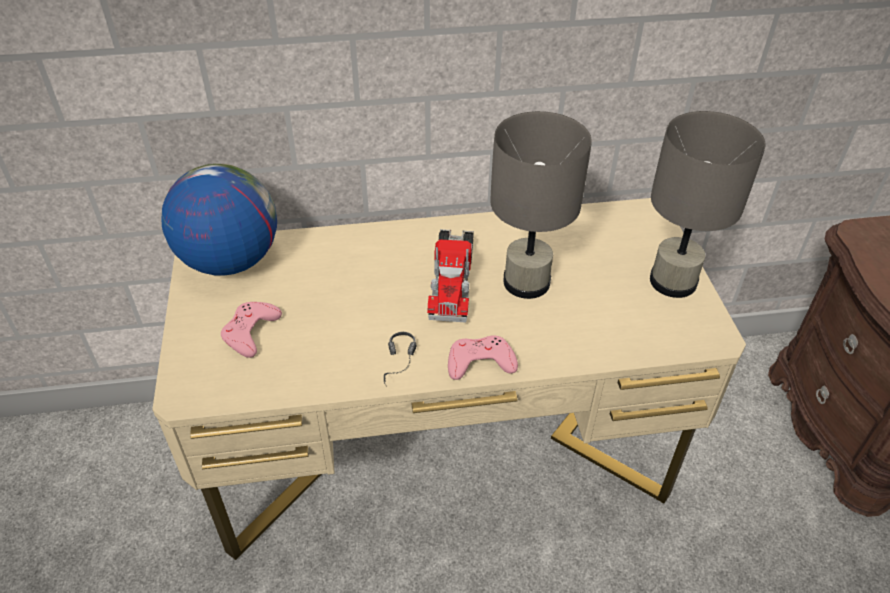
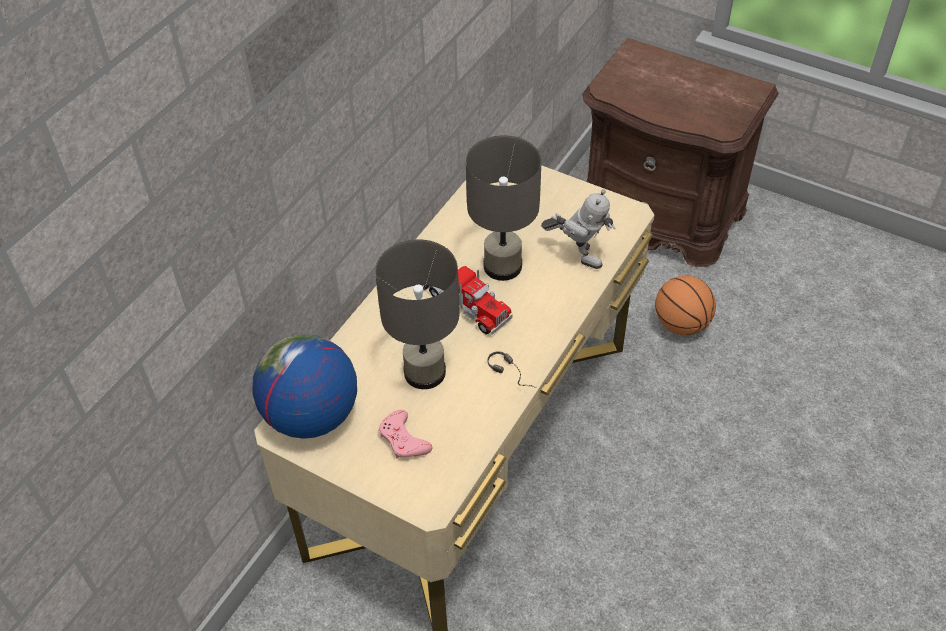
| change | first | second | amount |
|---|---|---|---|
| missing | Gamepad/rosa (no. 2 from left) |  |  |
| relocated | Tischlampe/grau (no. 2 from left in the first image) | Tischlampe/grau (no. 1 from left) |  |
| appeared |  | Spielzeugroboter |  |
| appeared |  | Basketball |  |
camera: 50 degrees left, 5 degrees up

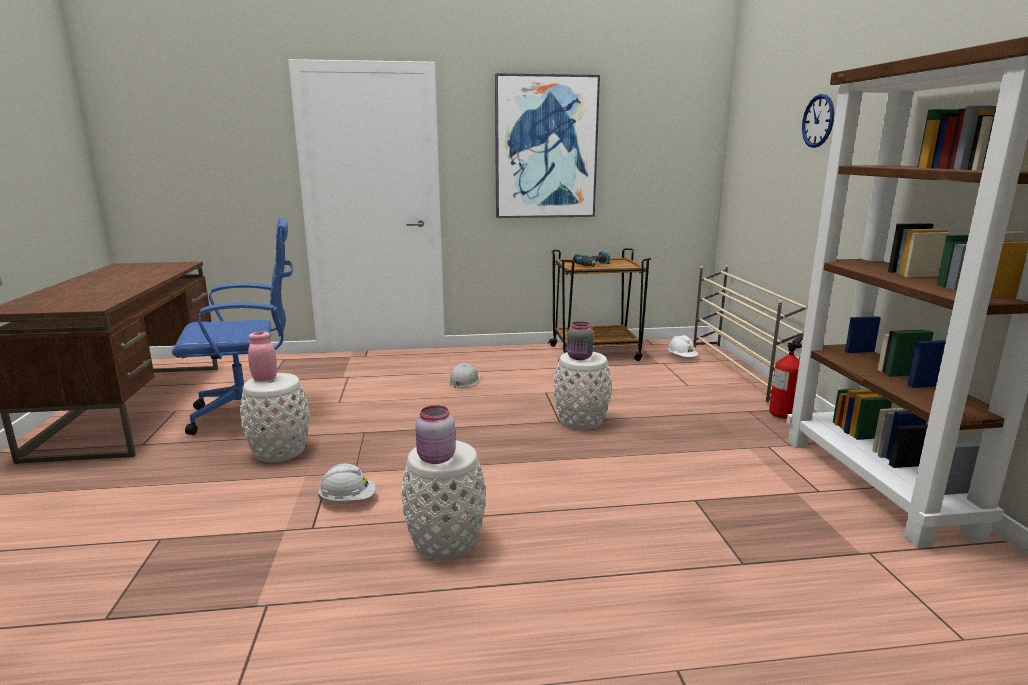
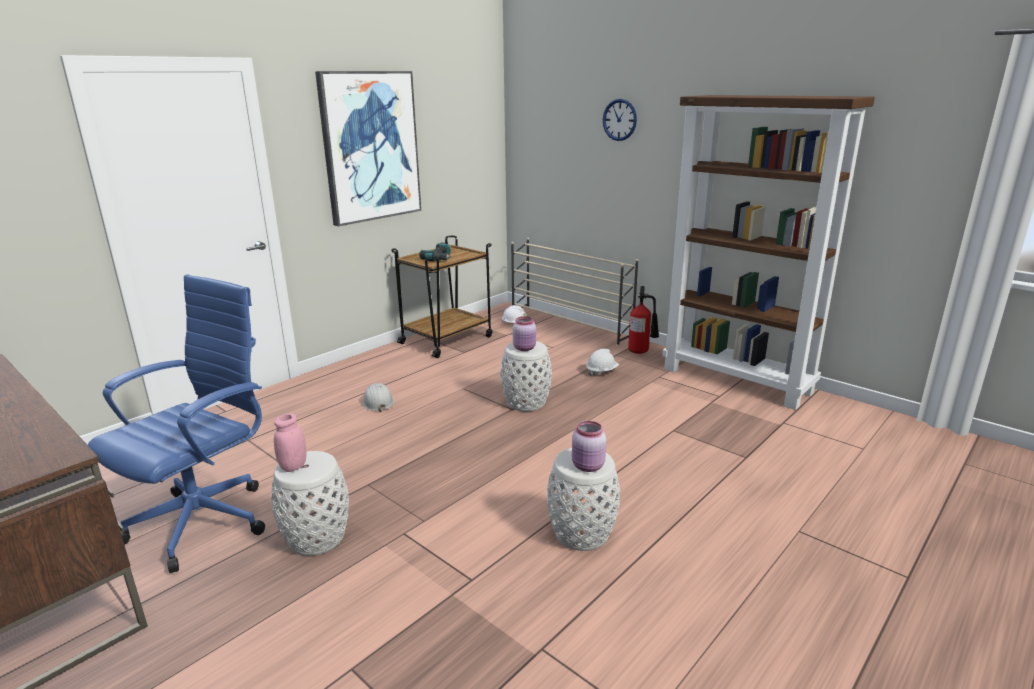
| change | first | second | amount |
|---|---|---|---|
| relocated | Schutzhelm/weiß (no. 1 from left in the first image) | Schutzhelm/weiß (no. 3 from left) |  |
| colour | Vorratsglas/grau | Vorratsglas/rosa (no. 2 from left) |  |
camera: 40 degrees left, 5 degrees up

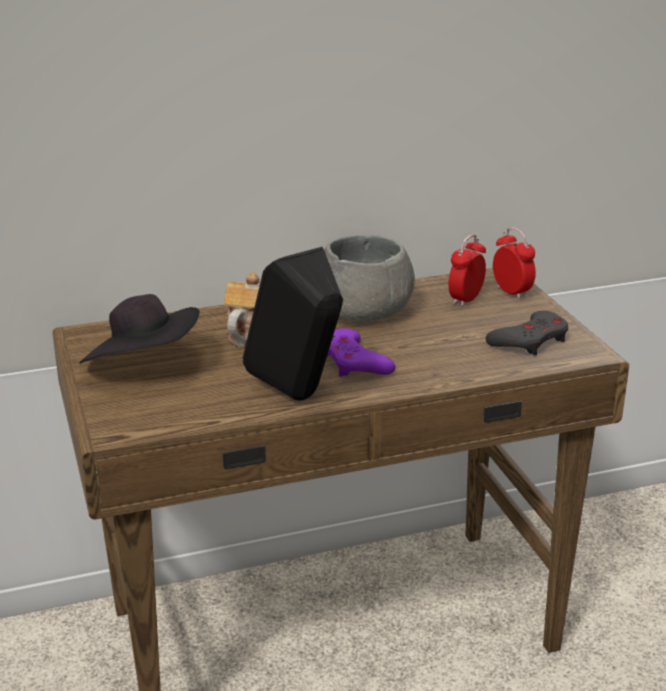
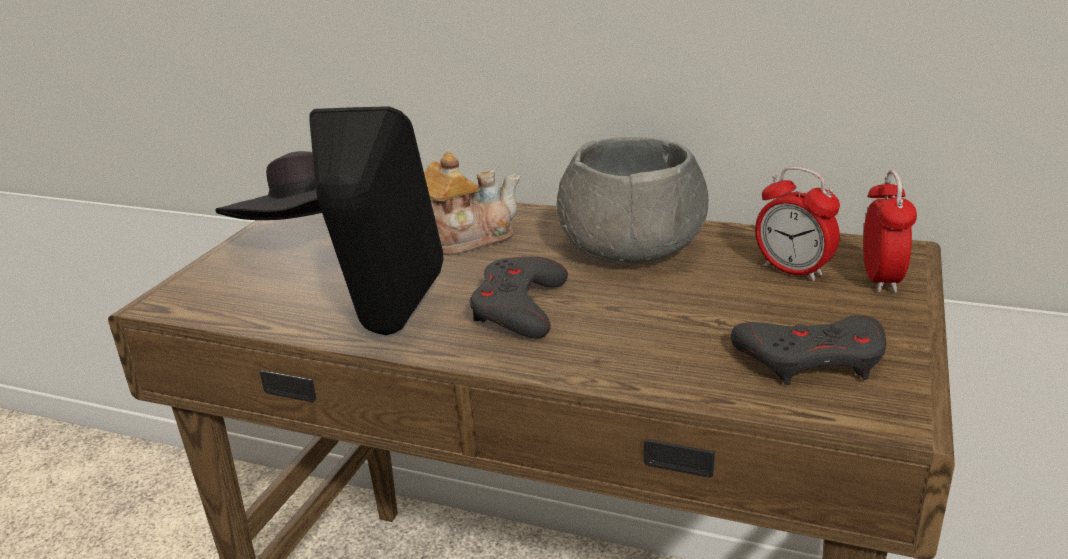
| change | first | second | amount |
|---|---|---|---|
| colour | Gamepad/lila | Gamepad/grau (no. 1 from left) |  |
| spun | Wecker (no. 1 from left) |  | 120 degrees counterclockwise |
camera: 40 degrees right, 0 degrees up

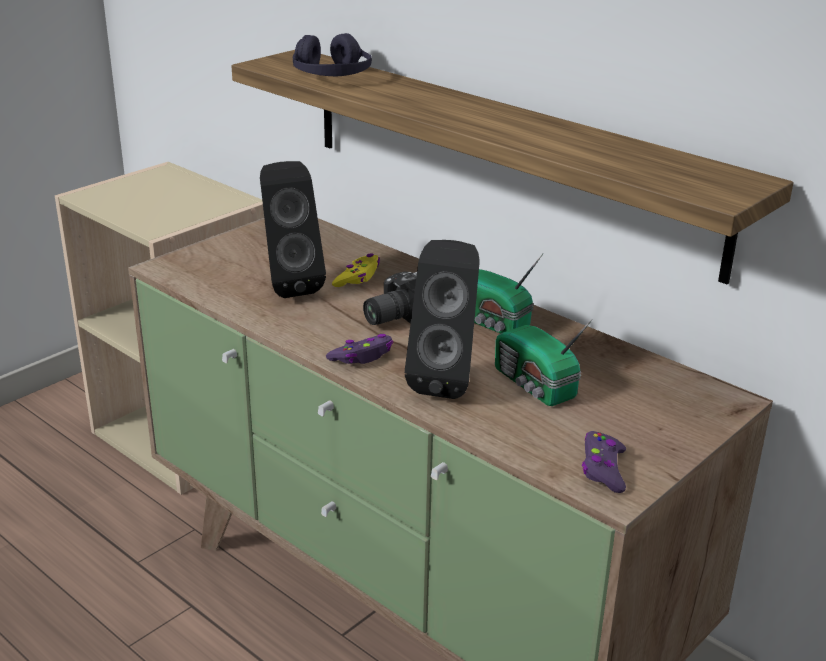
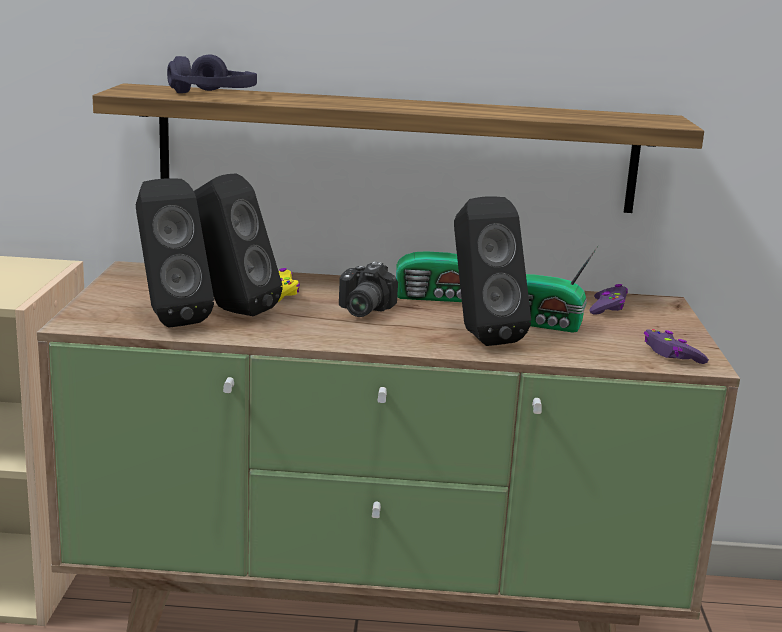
| change | first | second | amount |
|---|---|---|---|
| relocated | Gamepad/lila (no. 1 from left) |  |  |
| appeared |  | Lautsprecher/schwarz (no. 1 from left) |  |
camera: 40 degrees left, 10 degrees down

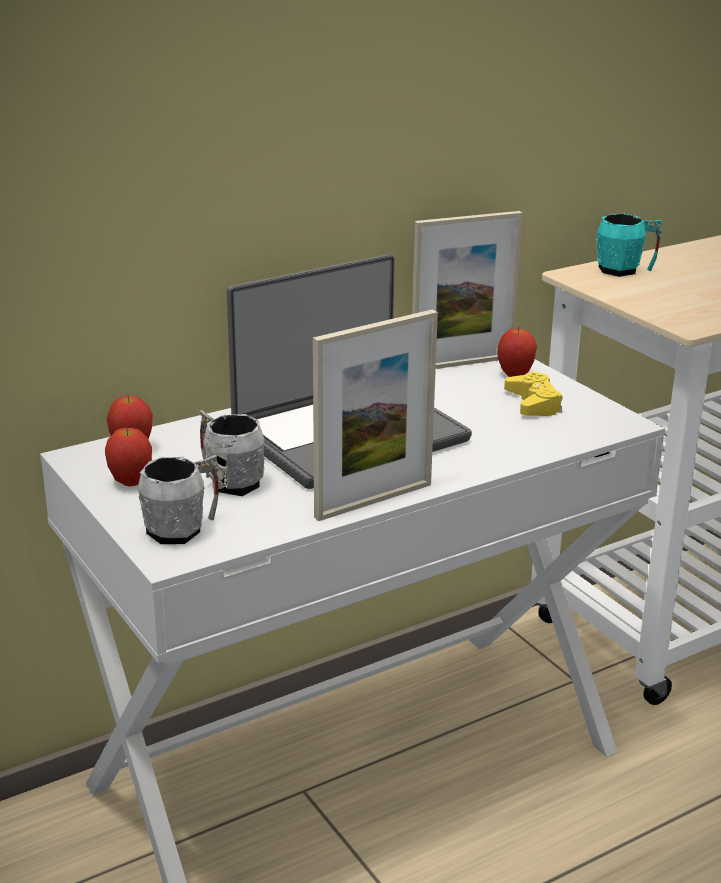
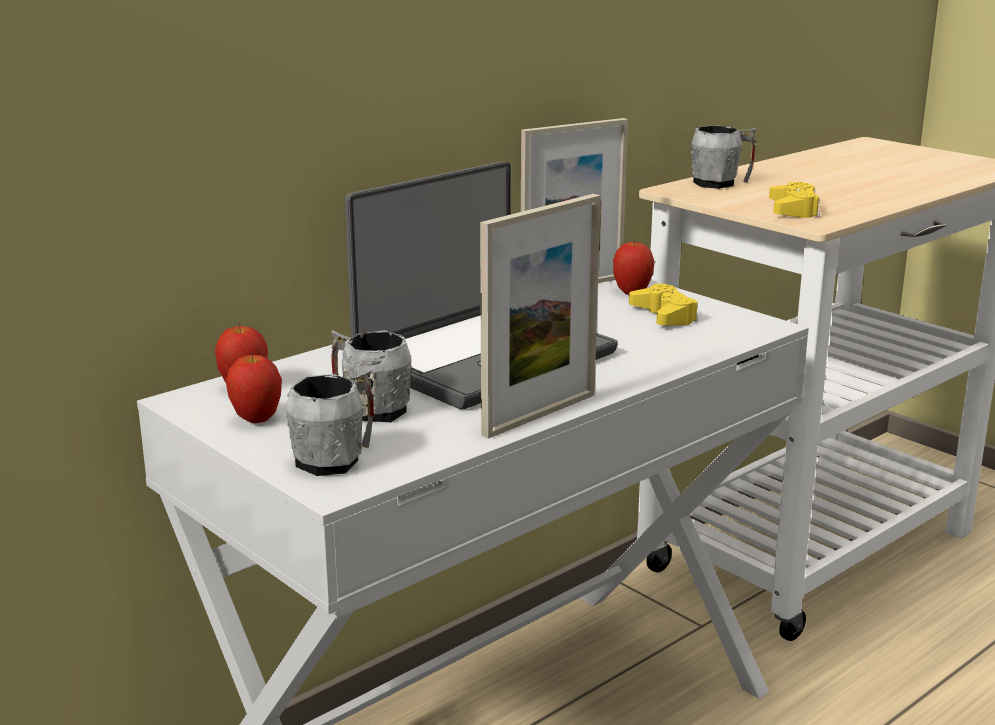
| change | first | second | amount |
|---|---|---|---|
| colour | Henkelbecher/türkis | Henkelbecher/grau (no. 3 from left) |  |
| appeared |  | Gamepad/gelb (no. 2 from left) |  |
camera: 10 degrees left, 5 degrees down

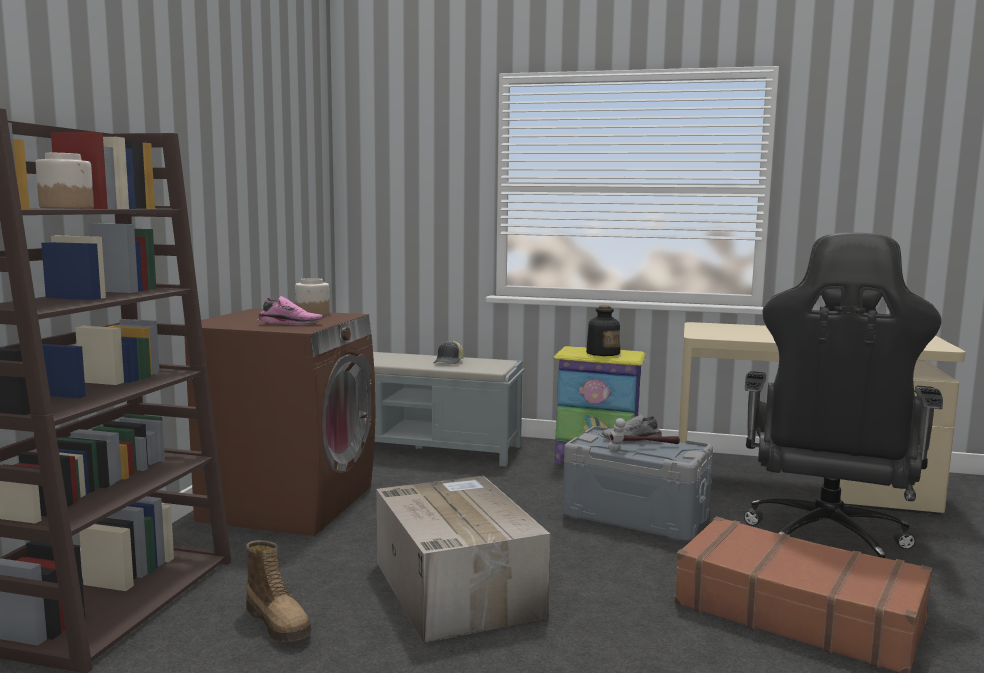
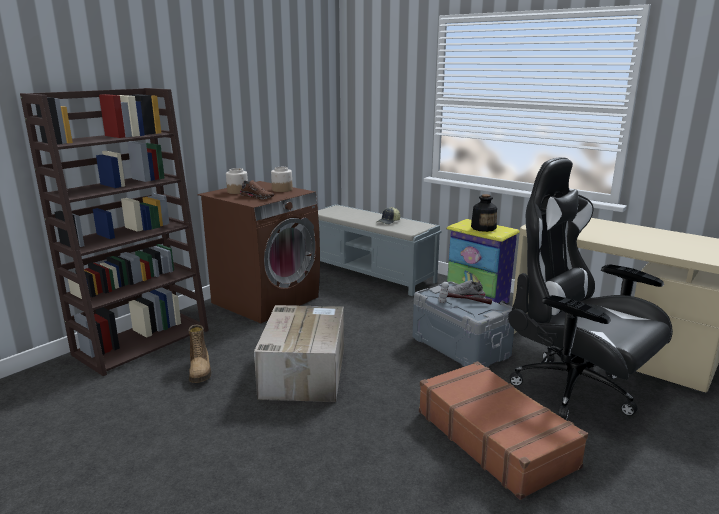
| change | first | second | amount |
|---|---|---|---|
| relocated | Vorratsglas (no. 1 from left) |  |  |
| colour | Schuh/rosa | Schuh/braun |  |
| spun | Bürostuhl/schwarz |  | 90 degrees clockwise |
camera: 25 degrees right, 10 degrees up

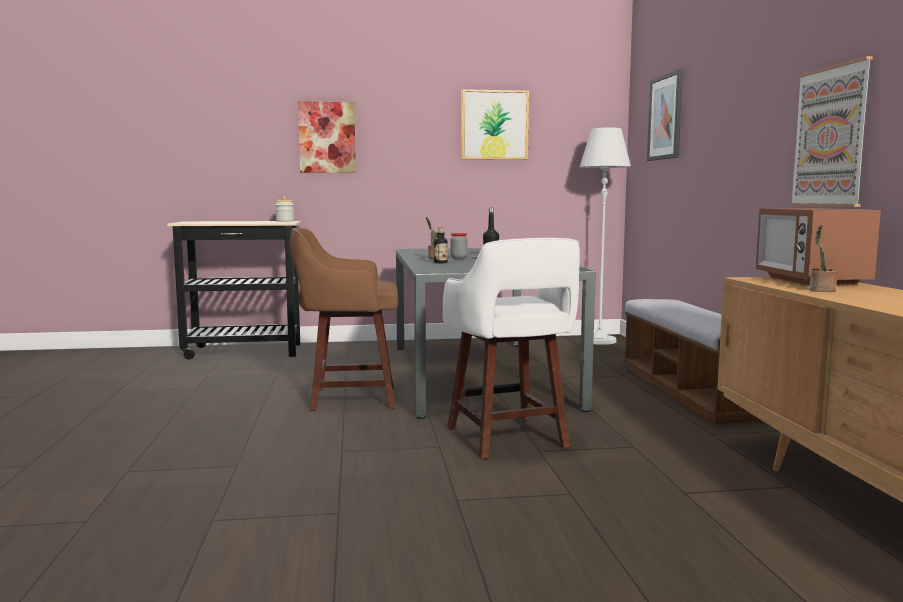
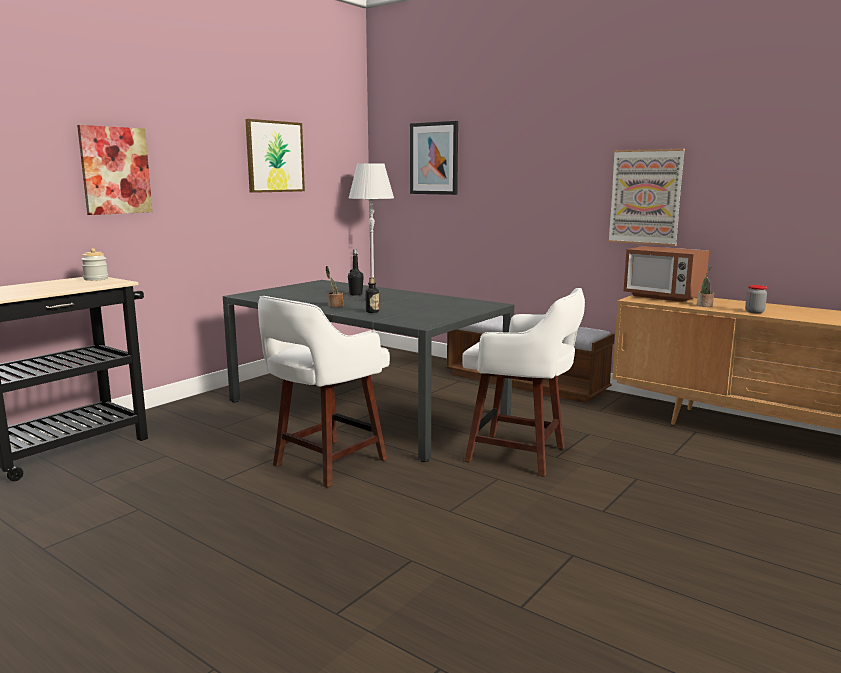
| change | first | second | amount |
|---|---|---|---|
| colour | Hocker/braun | Hocker/weiß (no. 1 from left) |  |
| relocated | Vorratsglas (no. 2 from left) |  |  |
camera: 45 degrees left, 5 degrees up

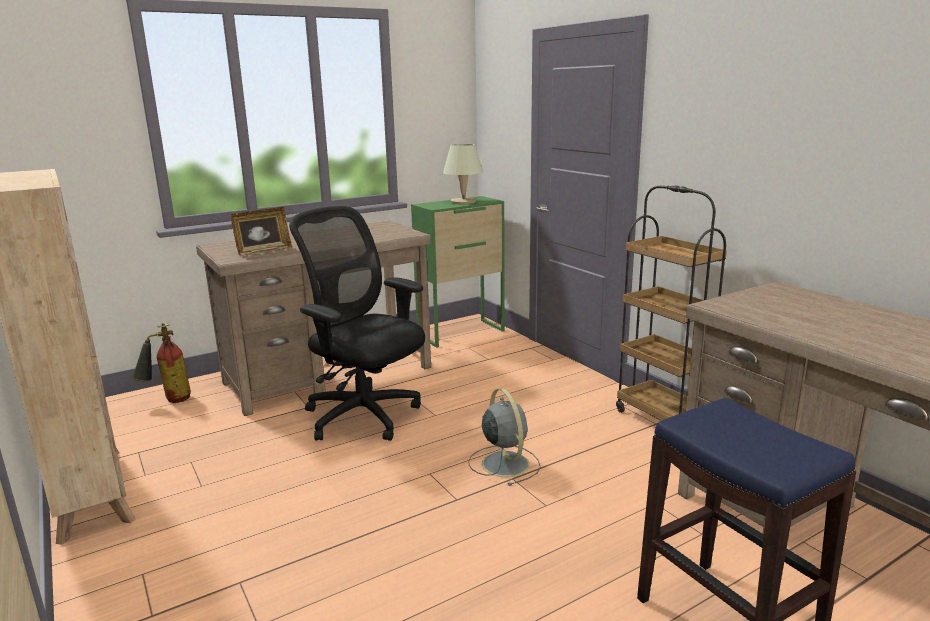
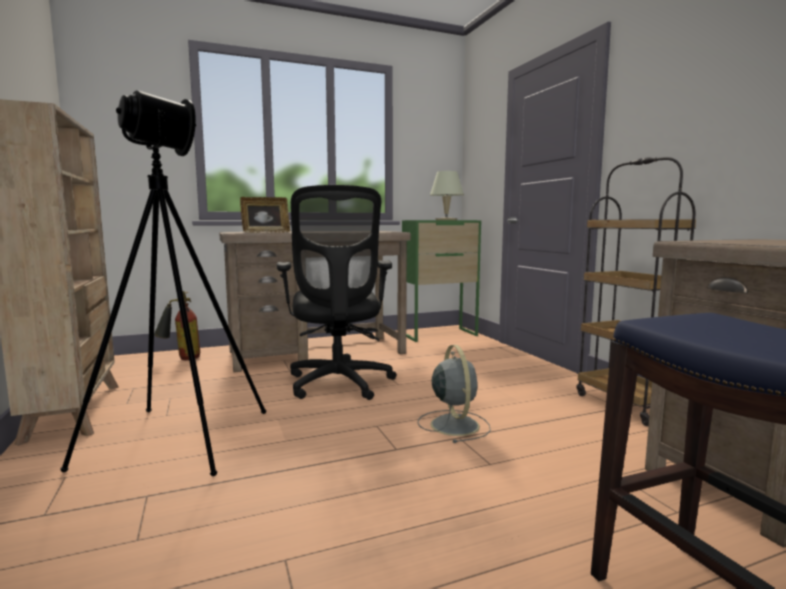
| change | first | second | amount |
|---|---|---|---|
| spun | Bürostuhl/schwarz |  | 150 degrees counterclockwise |
| appeared |  | Stehlampe/schwarz |  |
camera: 10 degrees right, 10 degrees down

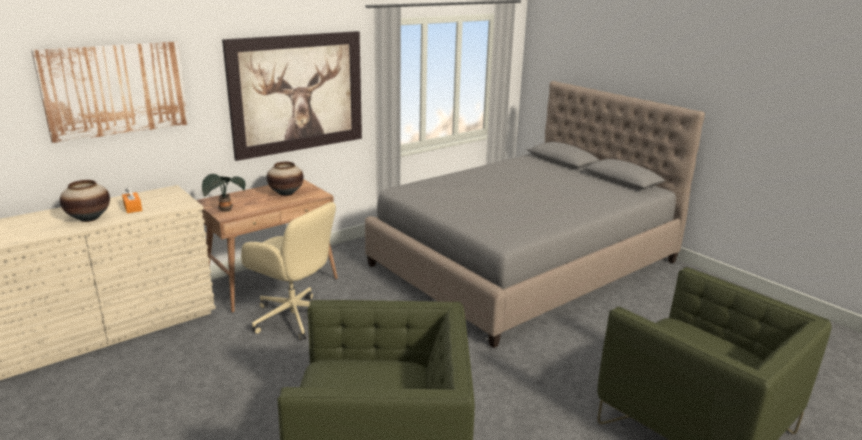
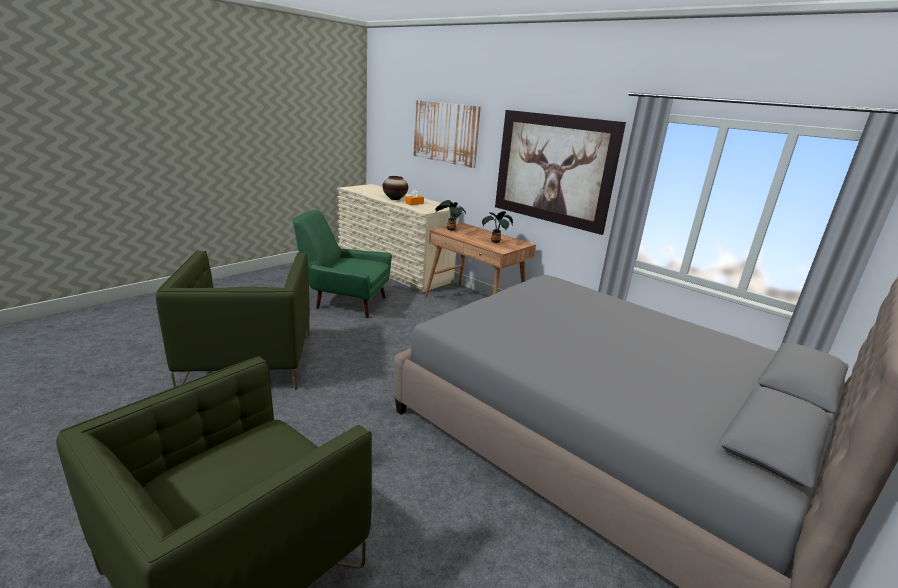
| change | first | second | amount |
|---|---|---|---|
| missing | Bürostuhl/beige |  |  |
| exchanged | Vase (no. 2 from left) | Topfpflanze (no. 2 from left) |  |
| appeared |  | Sessel/grün (no. 3 from left) |  |
camera: 80 degrees right, 0 degrees up

